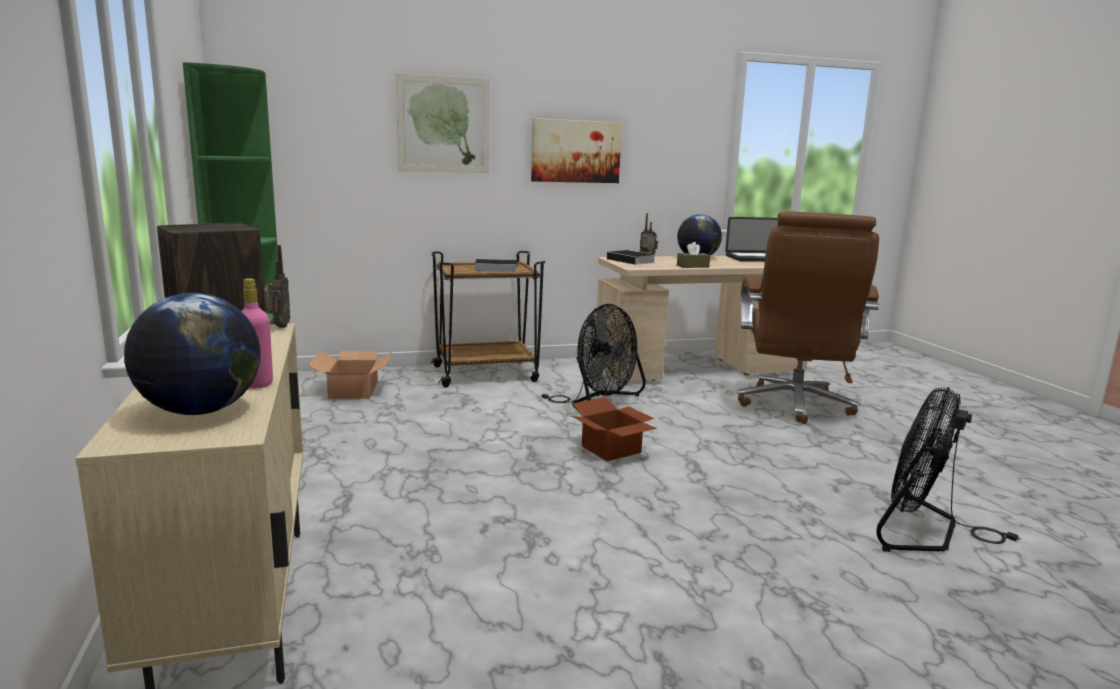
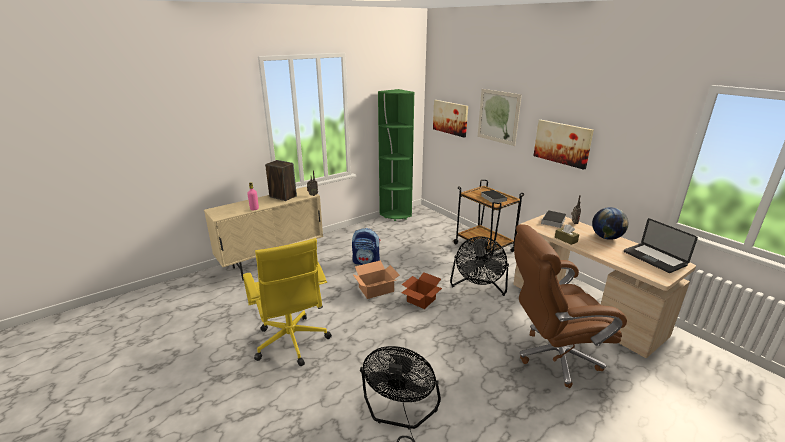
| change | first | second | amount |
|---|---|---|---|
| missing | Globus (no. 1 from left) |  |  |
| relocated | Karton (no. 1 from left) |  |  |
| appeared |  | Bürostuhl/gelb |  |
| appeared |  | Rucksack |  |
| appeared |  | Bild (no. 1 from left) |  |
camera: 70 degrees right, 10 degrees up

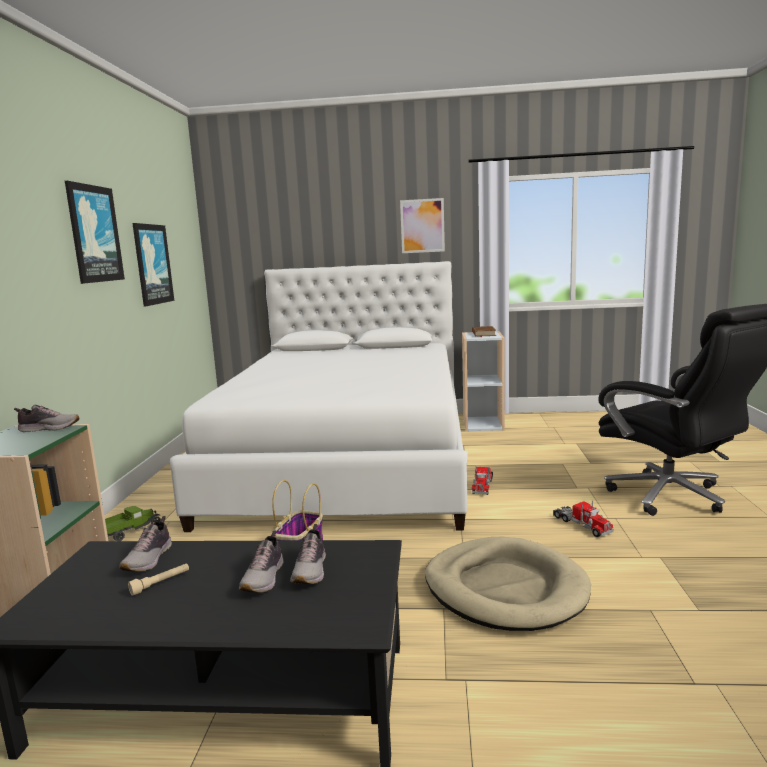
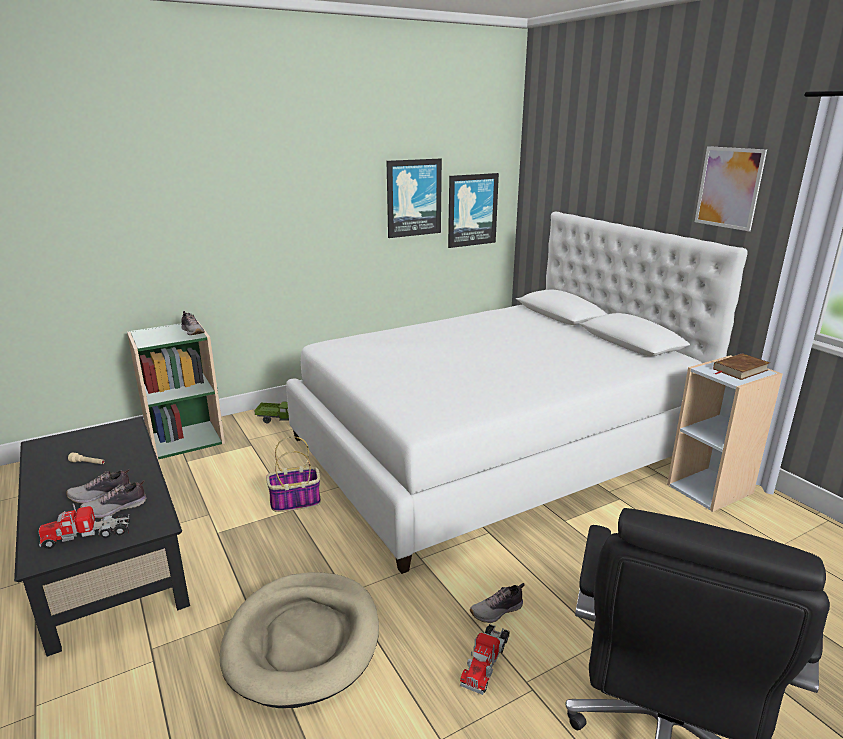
| change | first | second | amount |
|---|---|---|---|
| relocated | Bild (no. 1 from left in the first image) | Bild (no. 2 from left) |  |
| relocated | Schuh (no. 2 from left in the first image) | Schuh (no. 4 from left) |  |
| relocated | Spielzeuglaster (no. 2 from left in the first image) | Spielzeuglaster (no. 1 from left) |  |
camera: 55 degrees right, 10 degrees up

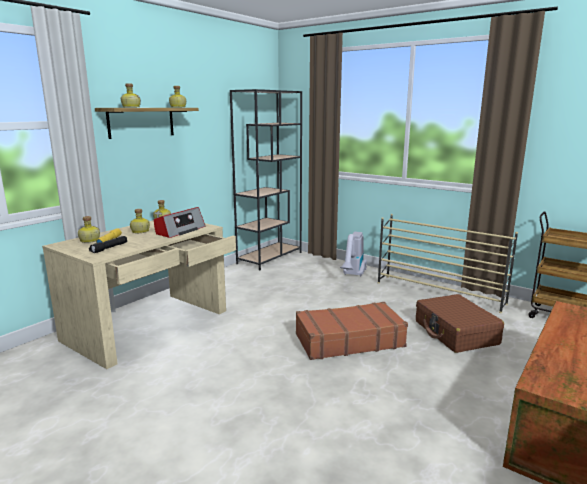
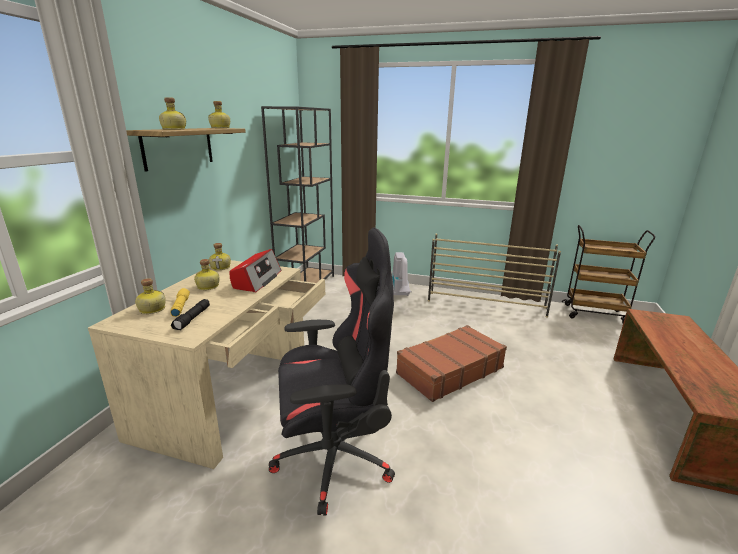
| change | first | second | amount |
|---|---|---|---|
| missing | Koffer/braun (no. 2 from left) |  |  |
| appeared |  | Bürostuhl/schwarz |  |
camera: 20 degrees left, 5 degrees up

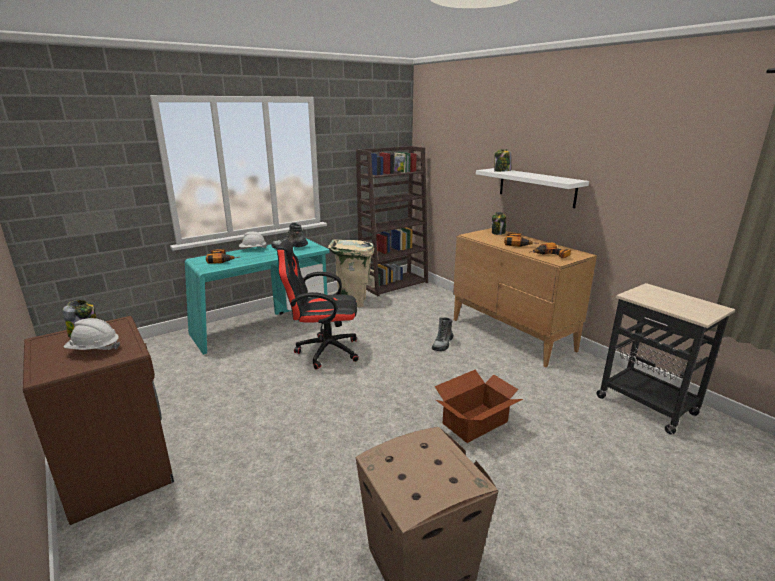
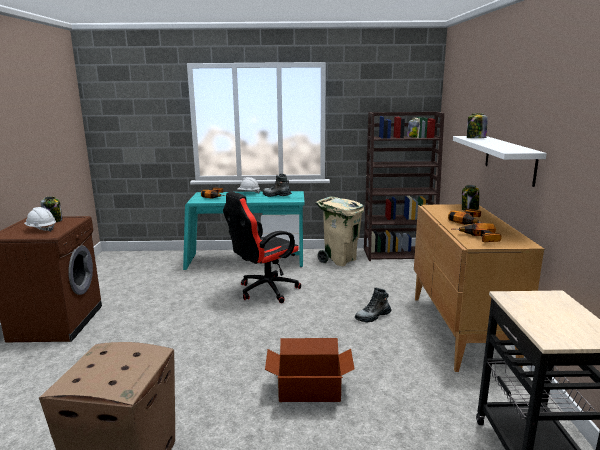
| change | first | second | amount |
|---|---|---|---|
| spun | Bürostuhl/schwarz |  | 75 degrees counterclockwise |
camera: 35 degrees right, 5 degrees down

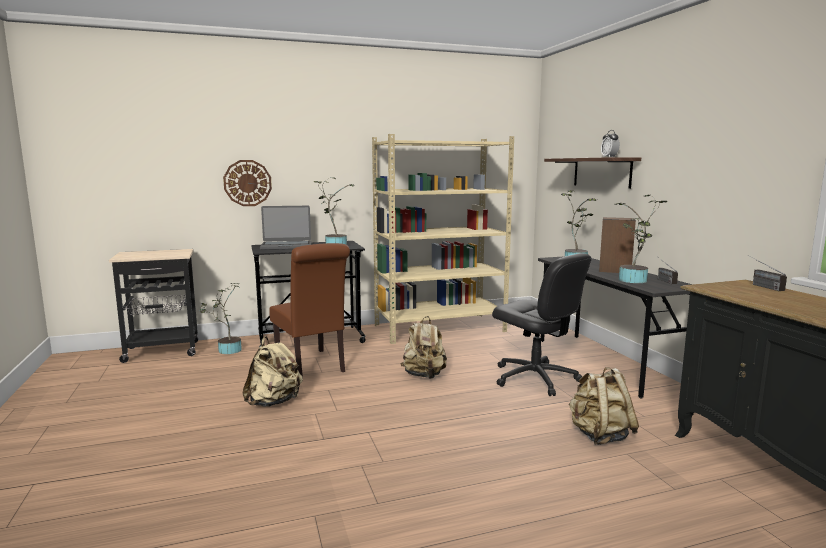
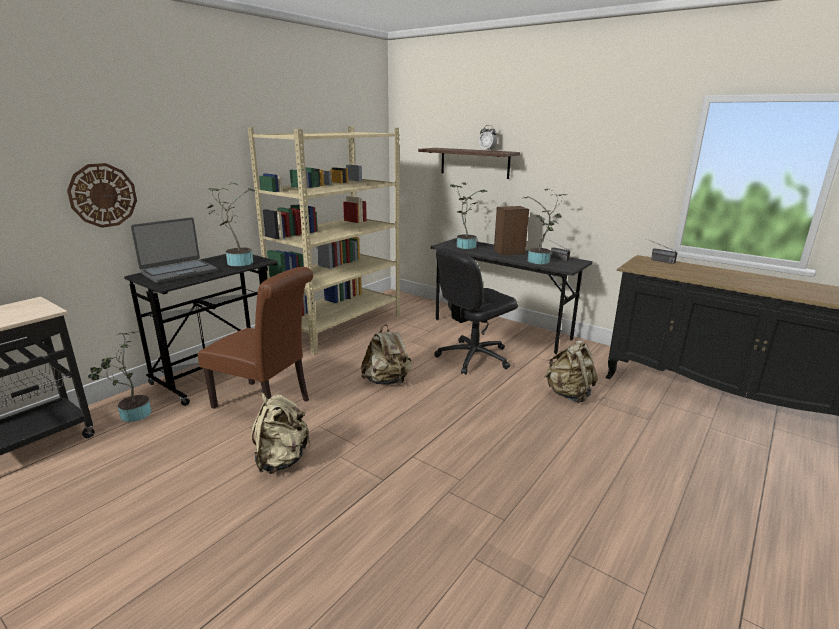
| change | first | second | amount |
|---|---|---|---|
| spun | Bürostuhl/schwarz |  | 135 degrees clockwise |
camera: 35 degrees left, 10 degrees up

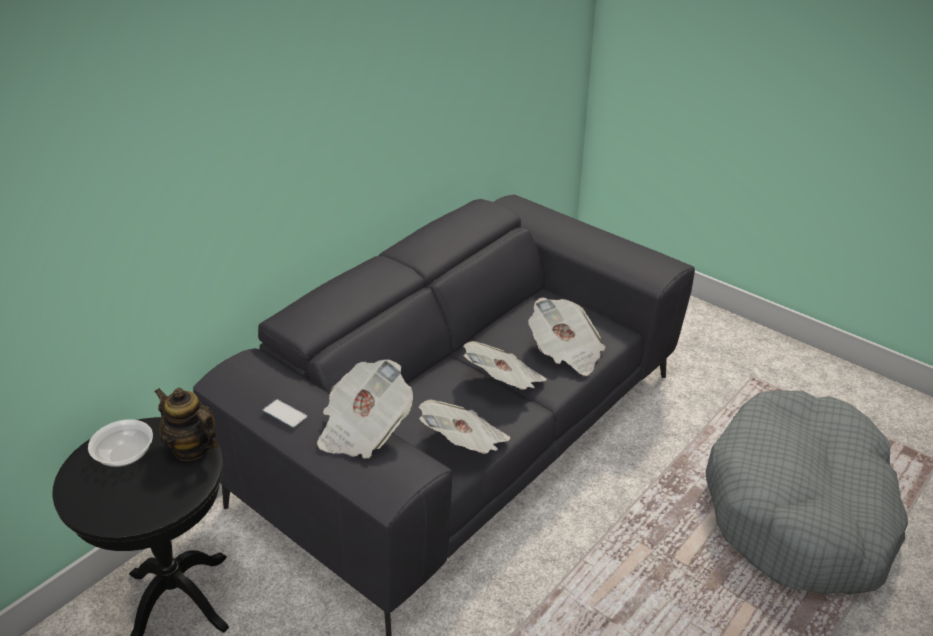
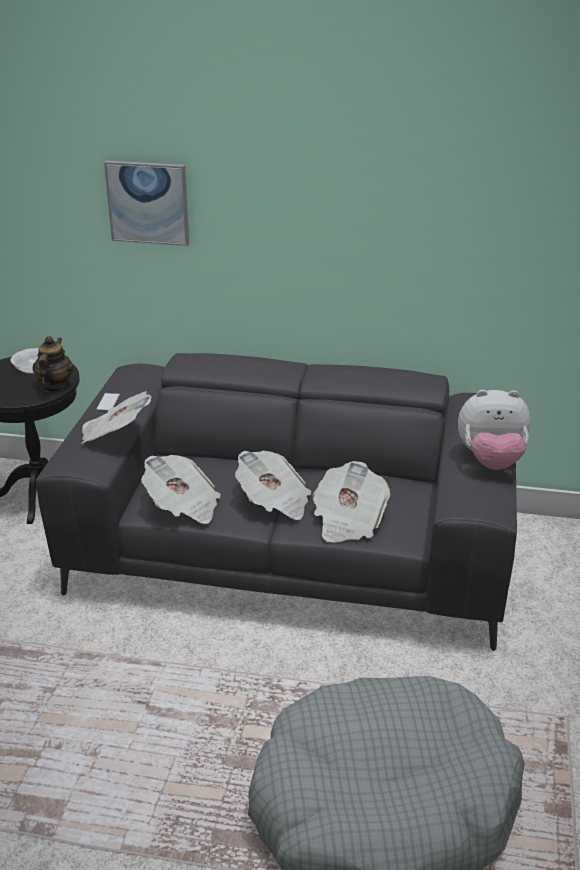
| change | first | second | amount |
|---|---|---|---|
| appeared |  | Bild |  |
| appeared |  | Plüschtier |  |
camera: 60 degrees right, 5 degrees down

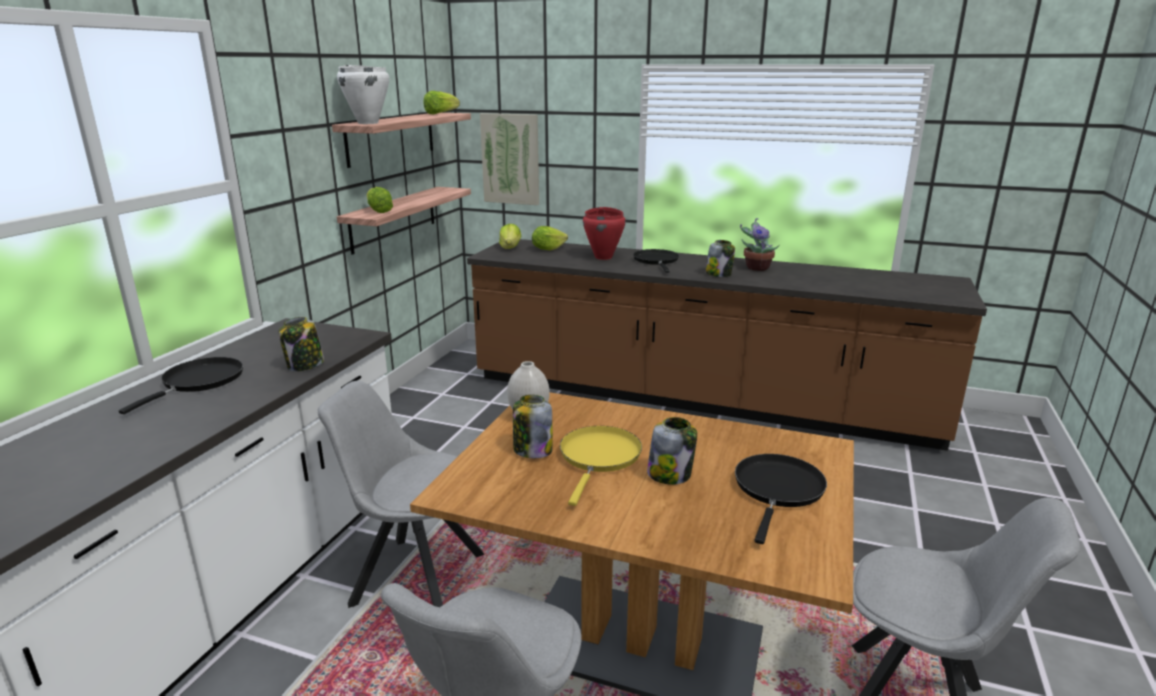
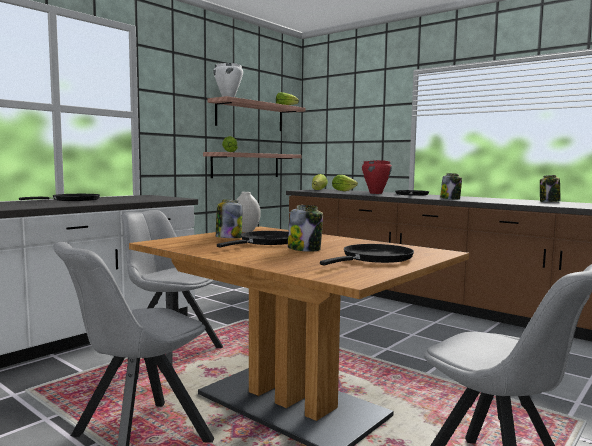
| change | first | second | amount |
|---|---|---|---|
| relocated | Vorratsglas (no. 1 from left in the first image) | Vorratsglas (no. 4 from left) |  |
| missing | Bild |  |  |
| colour | Pfanne/gelb | Pfanne/schwarz (no. 2 from left) |  |
| missing | Topfpflanze |  |  |
camera: 20 degrees right, 15 degrees down

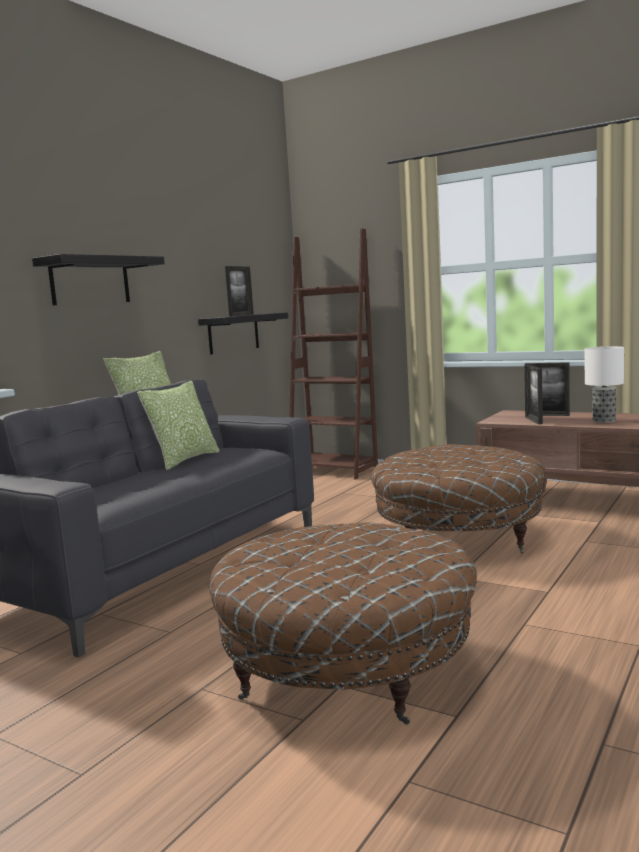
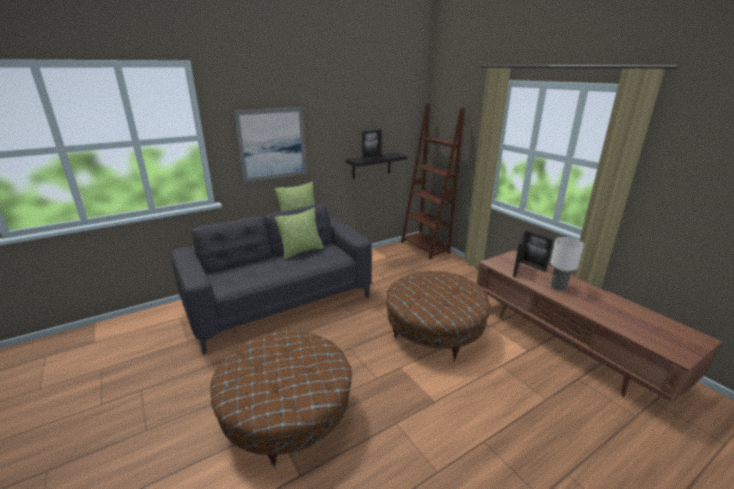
| change | first | second | amount |
|---|---|---|---|
| exchanged | Wandregal/schwarz (no. 1 from left) | Bild |  |
camera: 25 degrees right, 15 degrees up

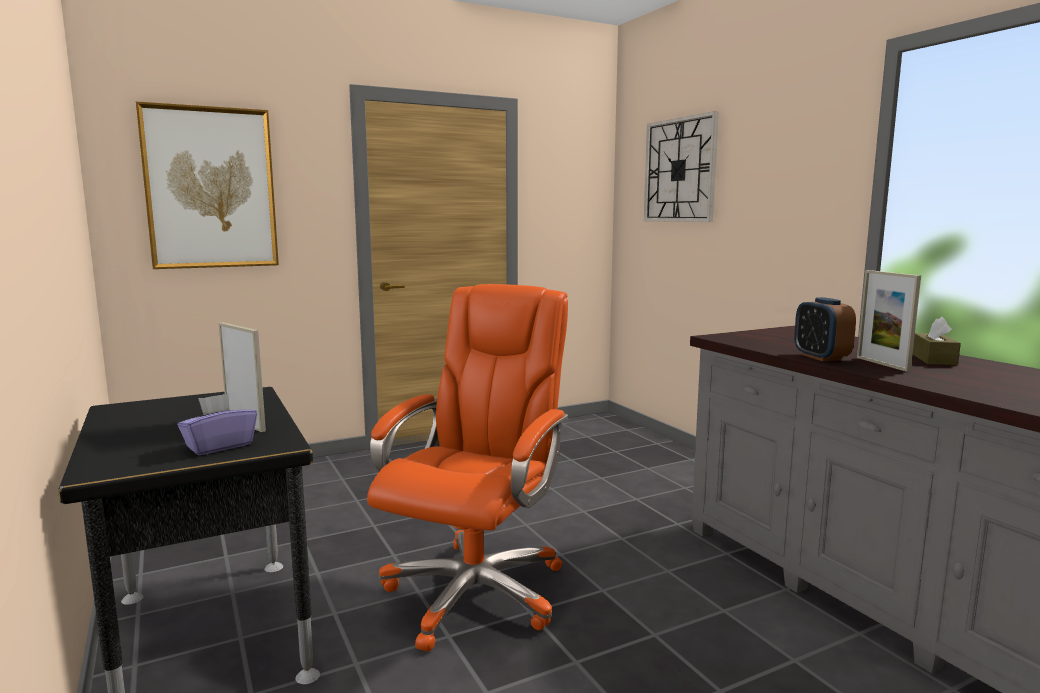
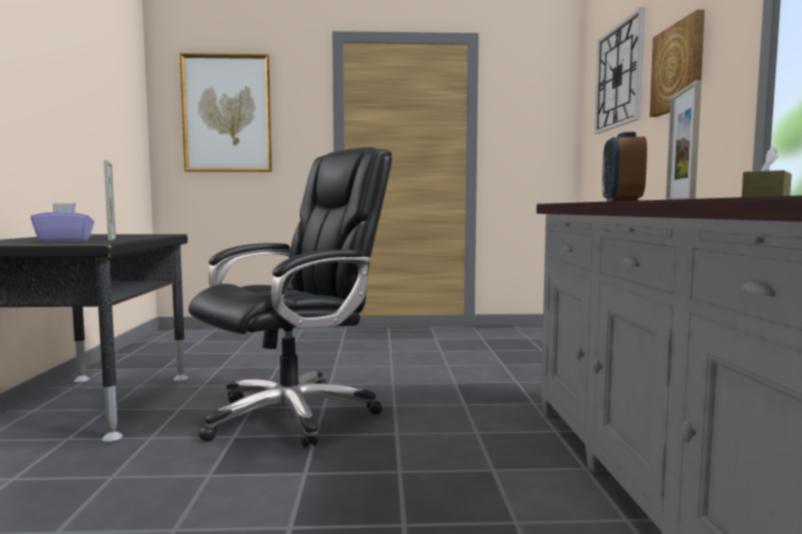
| change | first | second | amount |
|---|---|---|---|
| colour | Bürostuhl/orange | Bürostuhl/schwarz |  |
| appeared |  | Bild (no. 2 from left) |  |
camera: 25 degrees right, 5 degrees down

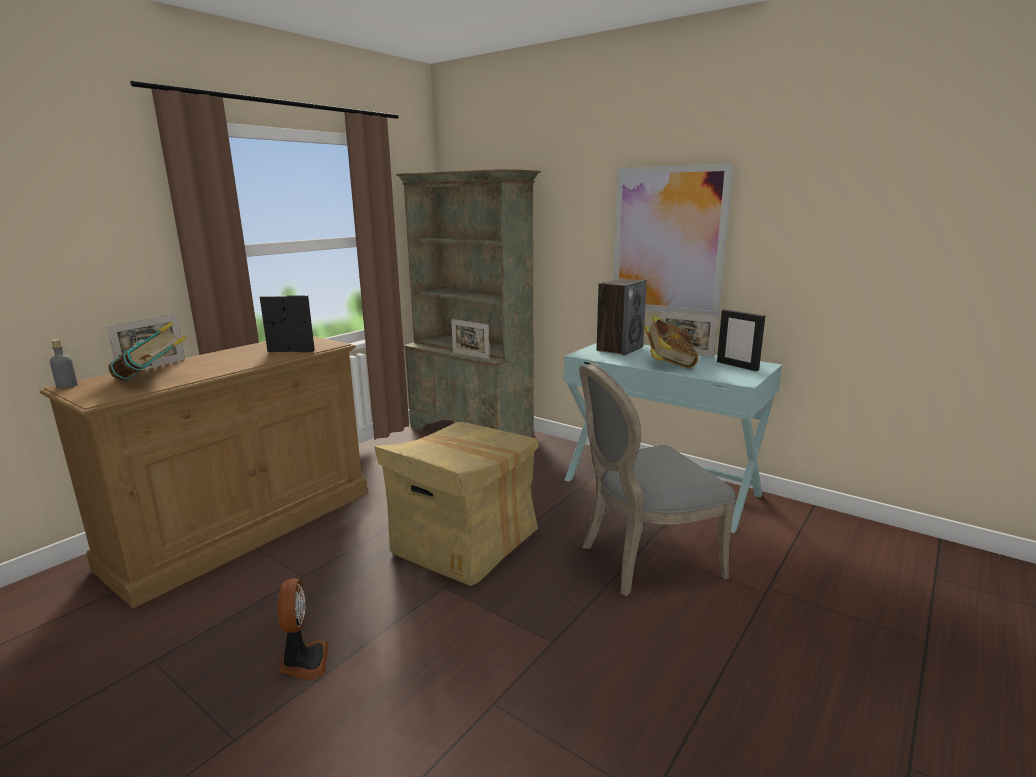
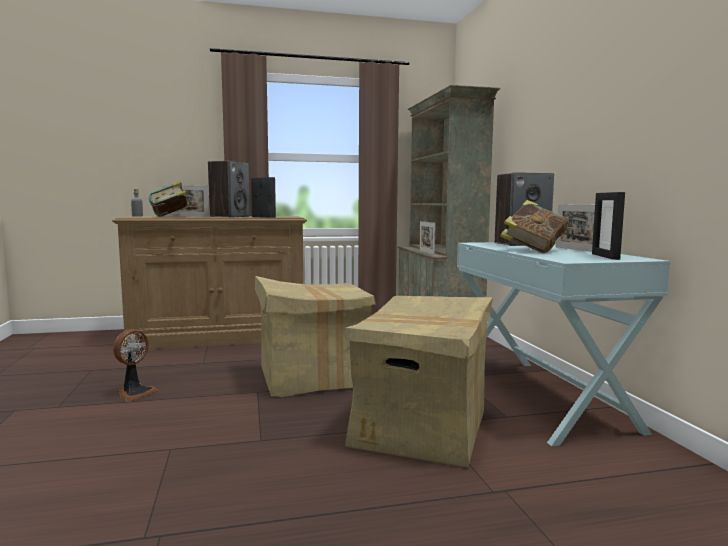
| change | first | second | amount |
|---|---|---|---|
| exchanged | Stuhl/grau | Karton (no. 2 from left) |  |
| missing | Bild |  |  |
| appeared |  | Lautsprecher (no. 1 from left) |  |
camera: 40 degrees right, 10 degrees down

